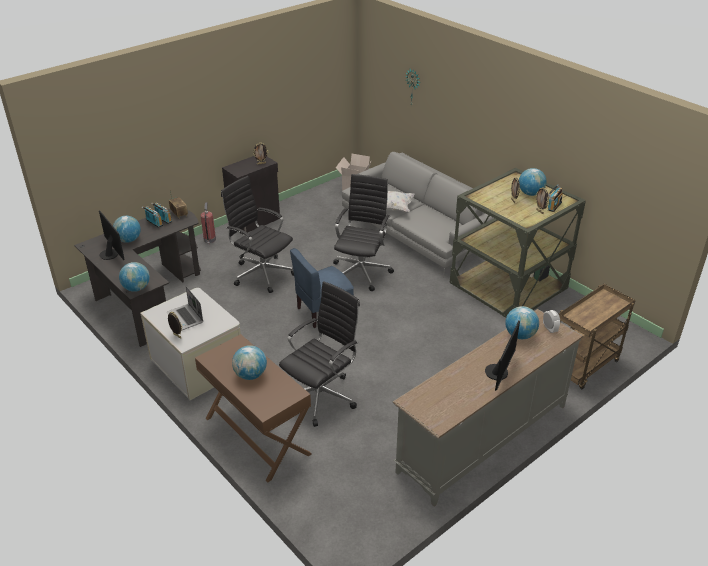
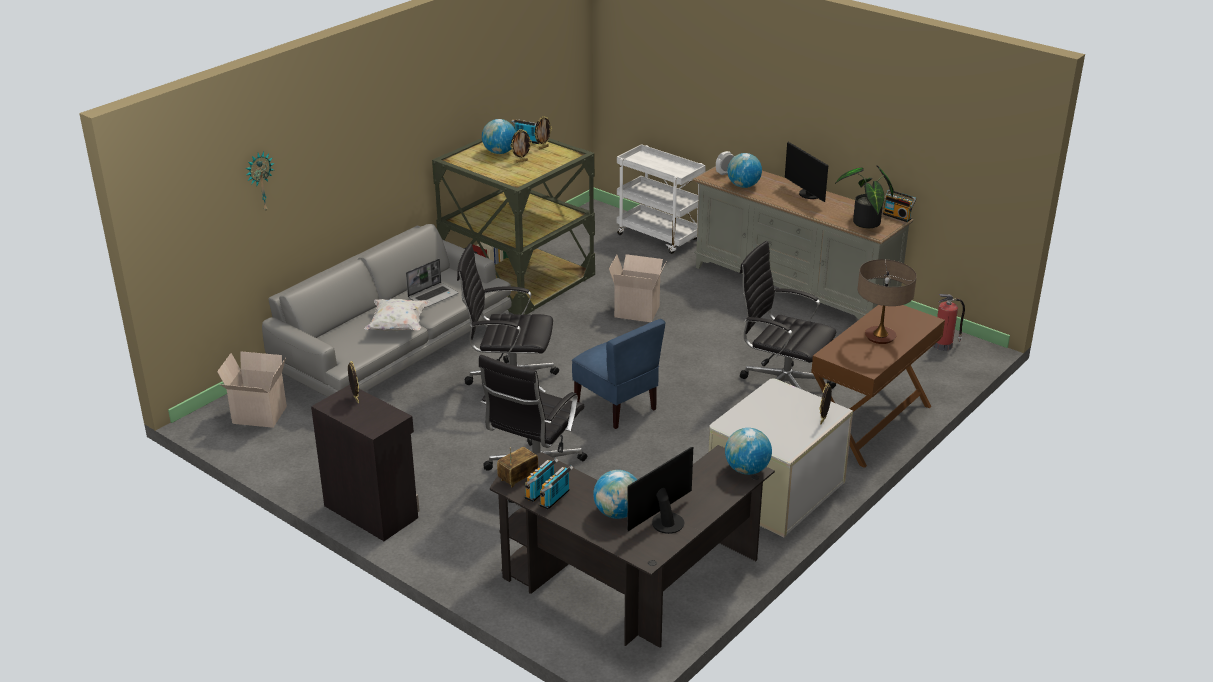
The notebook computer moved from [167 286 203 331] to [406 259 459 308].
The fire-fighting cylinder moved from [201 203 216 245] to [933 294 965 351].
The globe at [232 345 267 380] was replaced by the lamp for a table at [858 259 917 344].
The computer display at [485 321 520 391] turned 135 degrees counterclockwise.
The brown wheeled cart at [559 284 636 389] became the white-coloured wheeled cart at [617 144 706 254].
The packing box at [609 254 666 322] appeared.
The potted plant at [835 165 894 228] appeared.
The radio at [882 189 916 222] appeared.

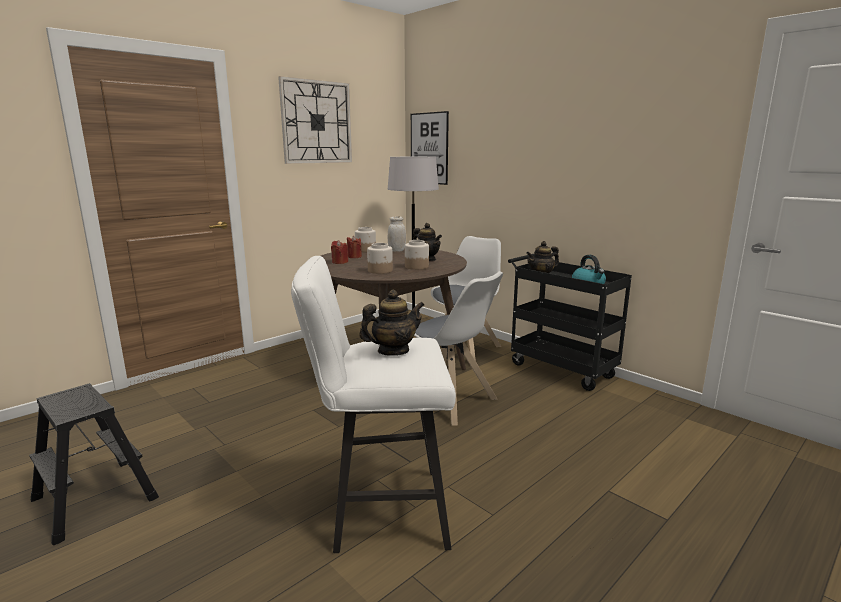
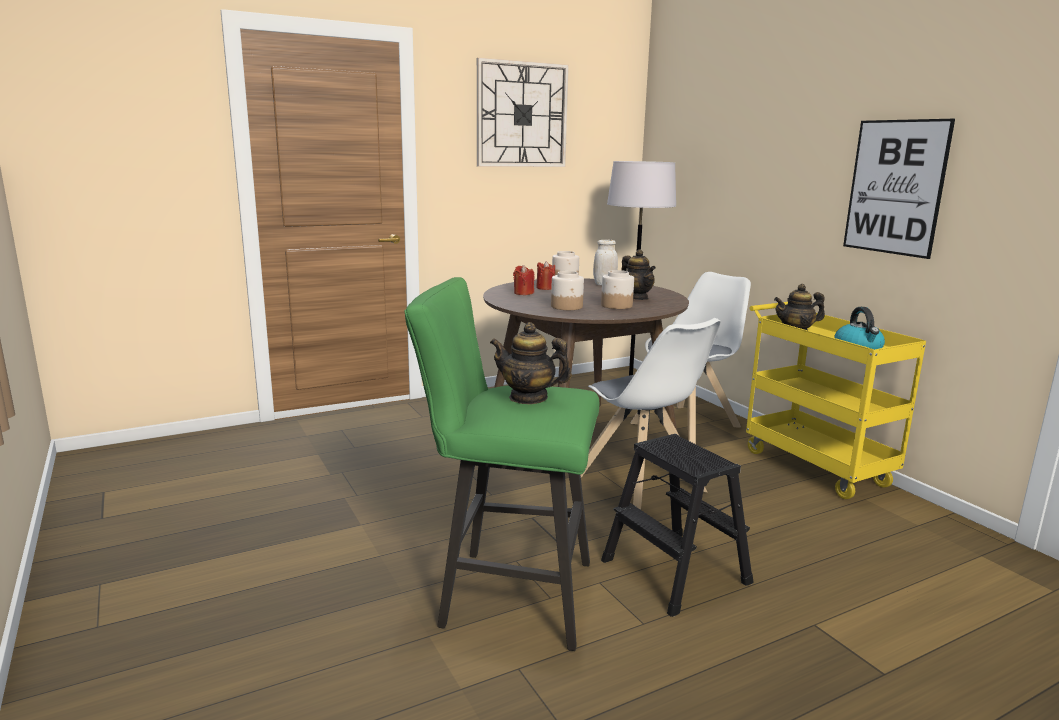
The blackish stepladder moved from [29 383 159 545] to [601 434 754 617].
The white-coloured sitting stool at [291 256 456 553] became the greenish sitting stool at [404 277 599 651].
The teapot at [359 290 424 356] turned 150 degrees counterclockwise.
The picture moved from [411 111 449 185] to [843 119 955 259].
The blackish wheeled cart at [508 254 632 391] became the yellowish wheeled cart at [746 302 926 499].

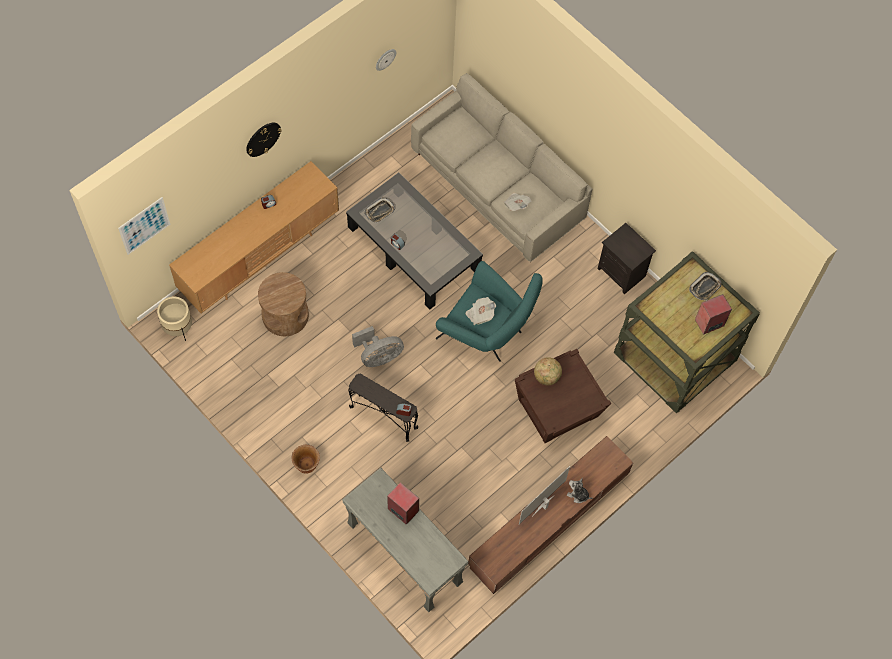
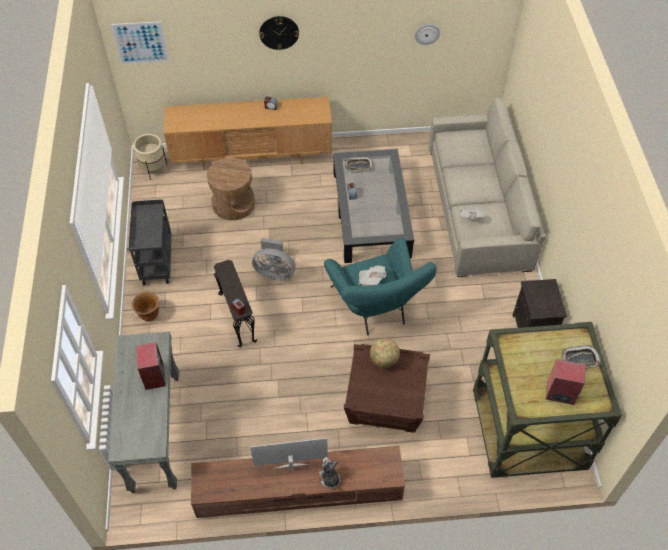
The grey wheeled cart at [127 200 172 285] appeared.

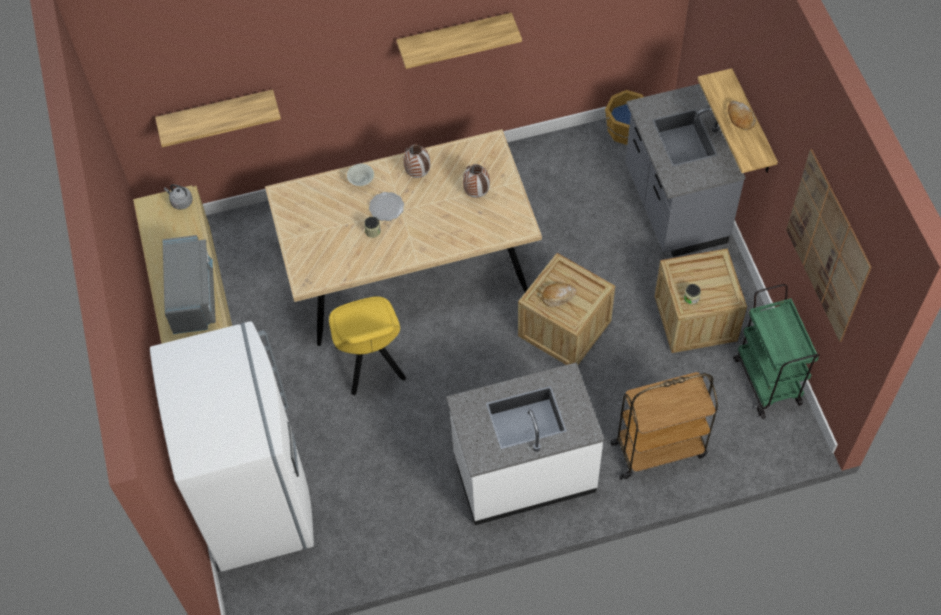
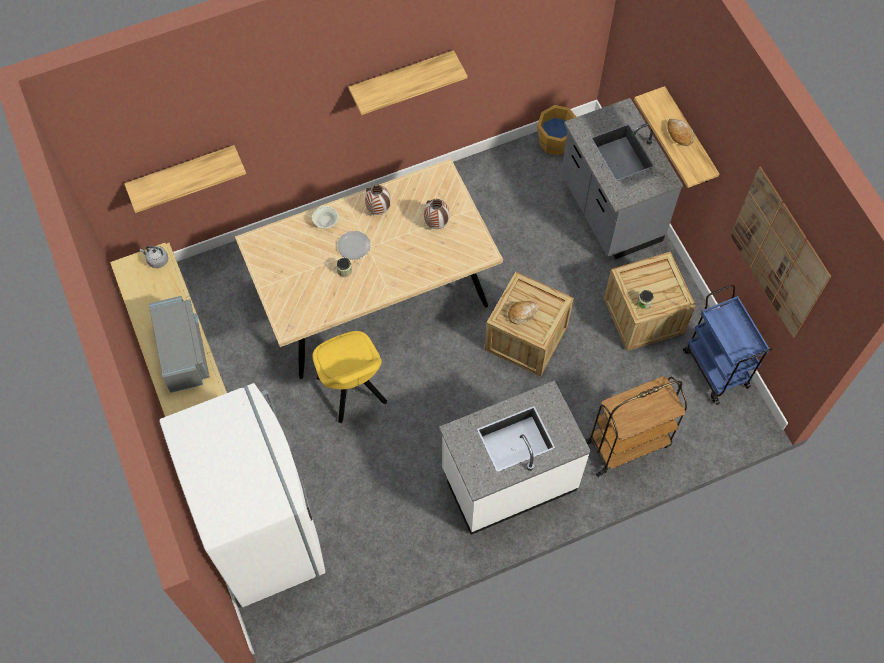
The greenish wheeled cart at [733 284 819 419] became the bluish wheeled cart at [683 285 773 405].

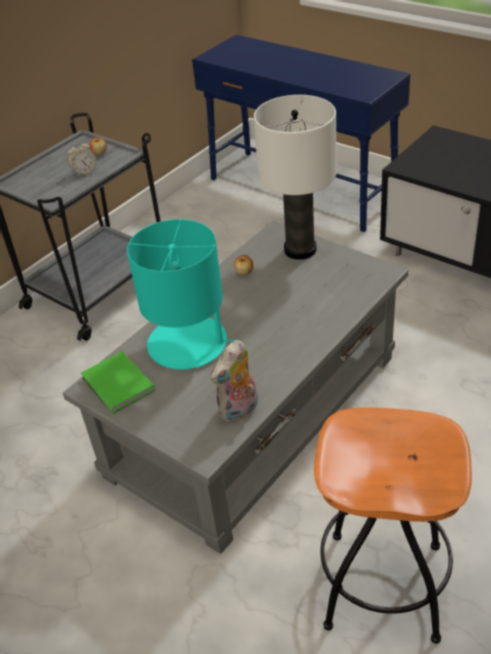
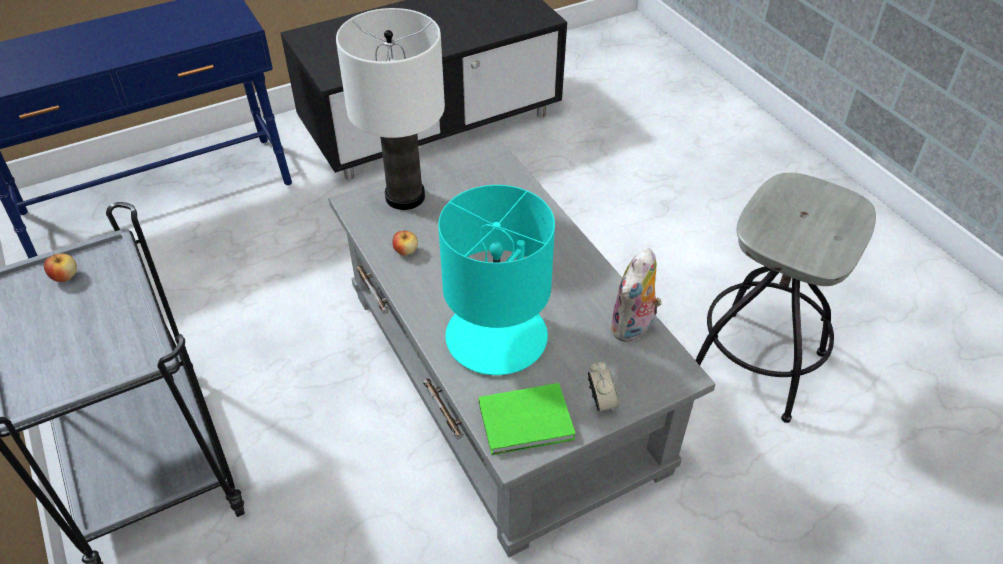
The table clock moved from [67 140 96 177] to [588 361 619 412].
The plush toy at [211 340 258 423] turned 60 degrees clockwise.
The orange sitting stool at [314 407 472 644] became the grey sitting stool at [695 173 876 423].

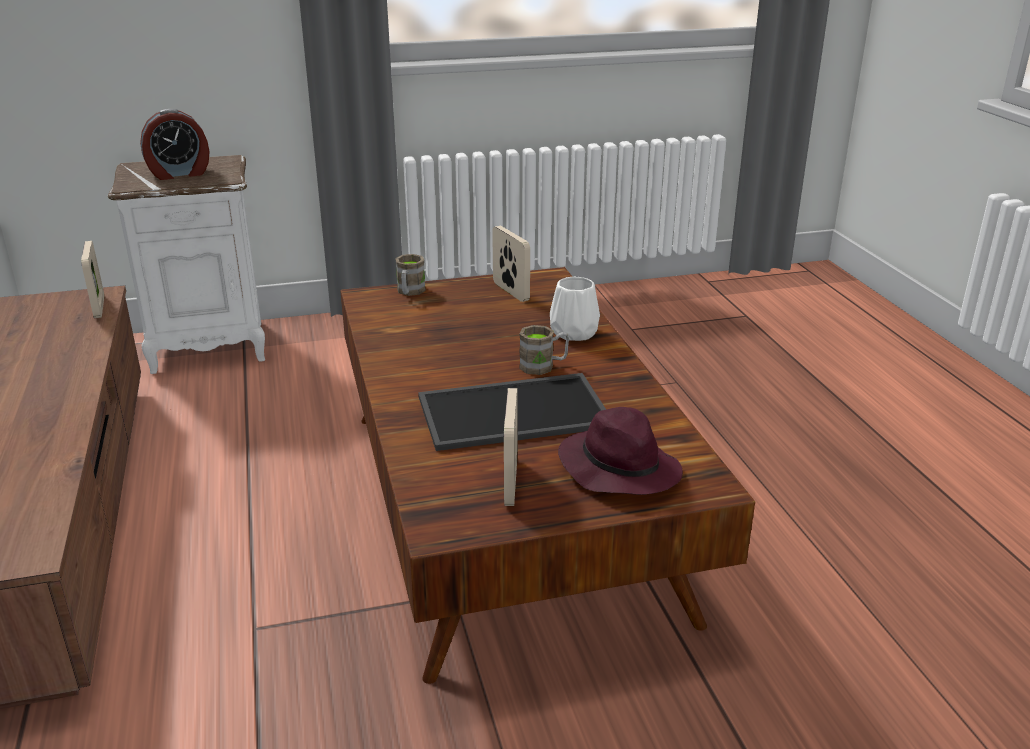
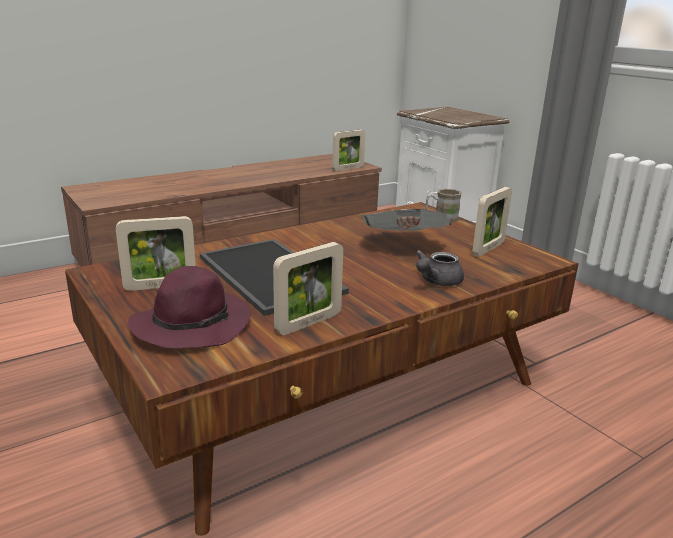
The table clock at [140 109 210 180] disappeared.
The brown mug at [519 325 569 375] disappeared.
The white-coloured vase at [550 277 600 341] was replaced by the grey teapot at [415 250 464 286].
The standing frame at [273 242 343 335] appeared.
The daily paper at [360 209 452 231] appeared.

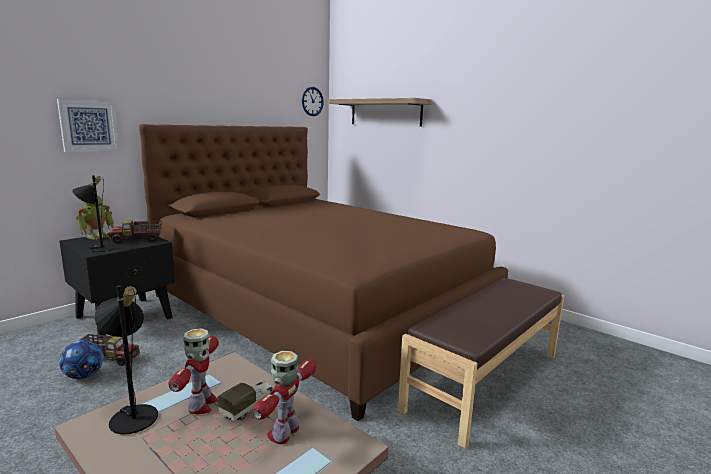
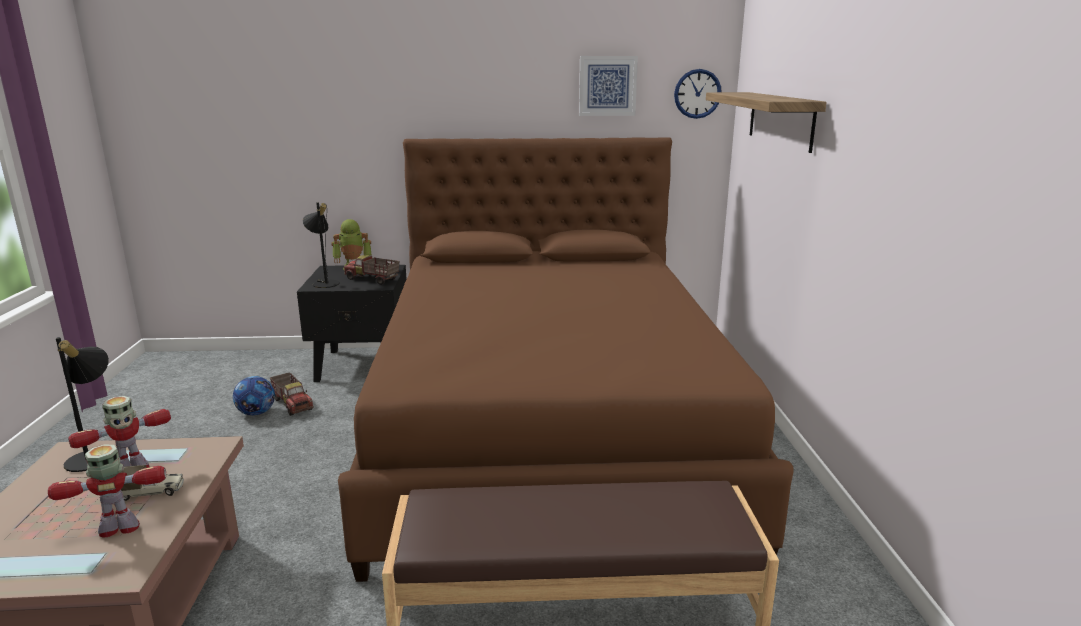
The picture moved from [57 99 119 152] to [579 56 638 116].

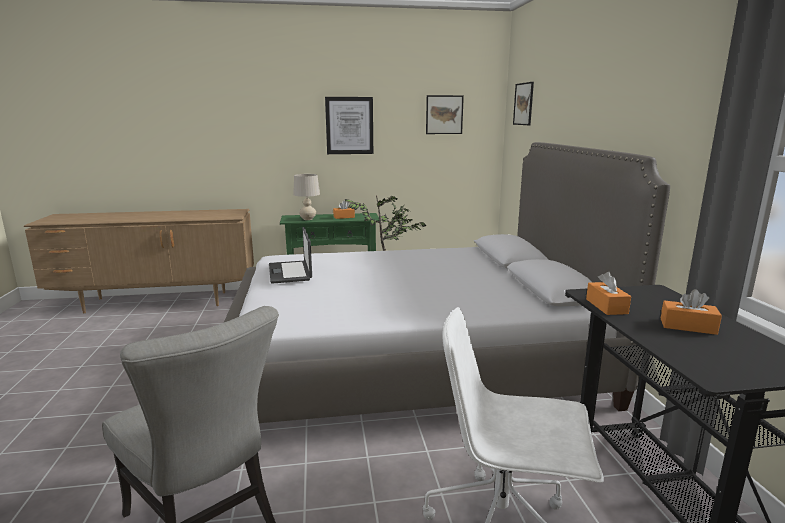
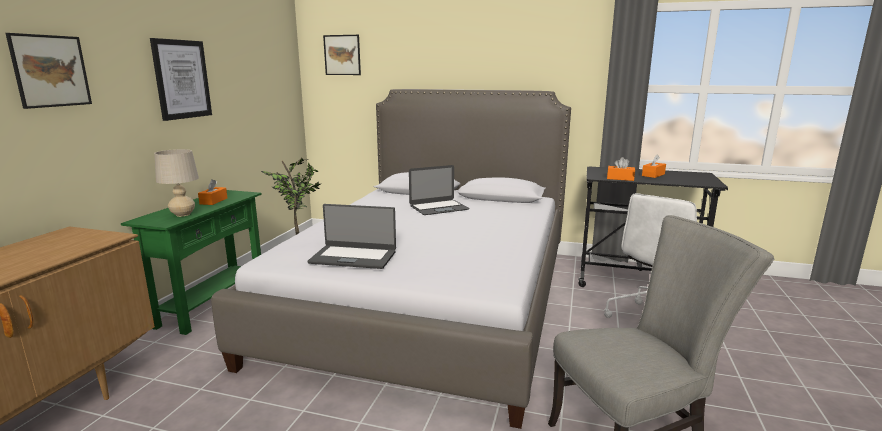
The picture moved from [426 95 464 134] to [5 33 92 109].
The notebook computer at [409 165 470 215] appeared.

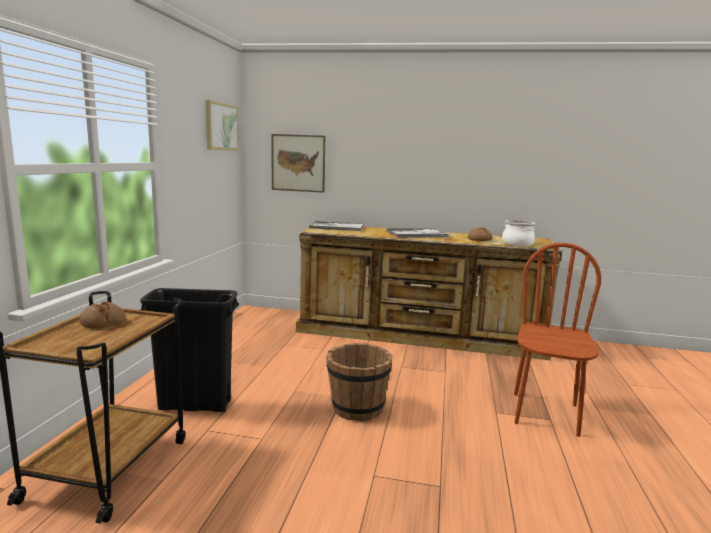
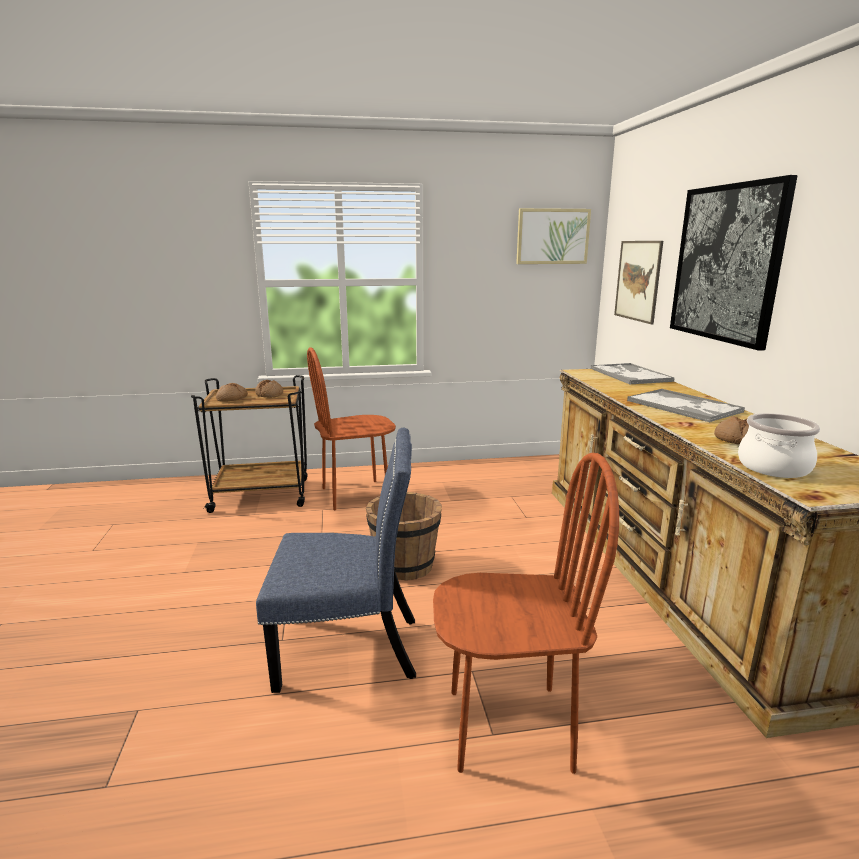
The blackish trash can at [140 288 239 412] was replaced by the brown chair at [307 347 396 510].
The bakery bread at [216 383 248 401] appeared.
The bluish chair at [256 428 416 693] appeared.
The picture at [670 175 798 351] appeared.

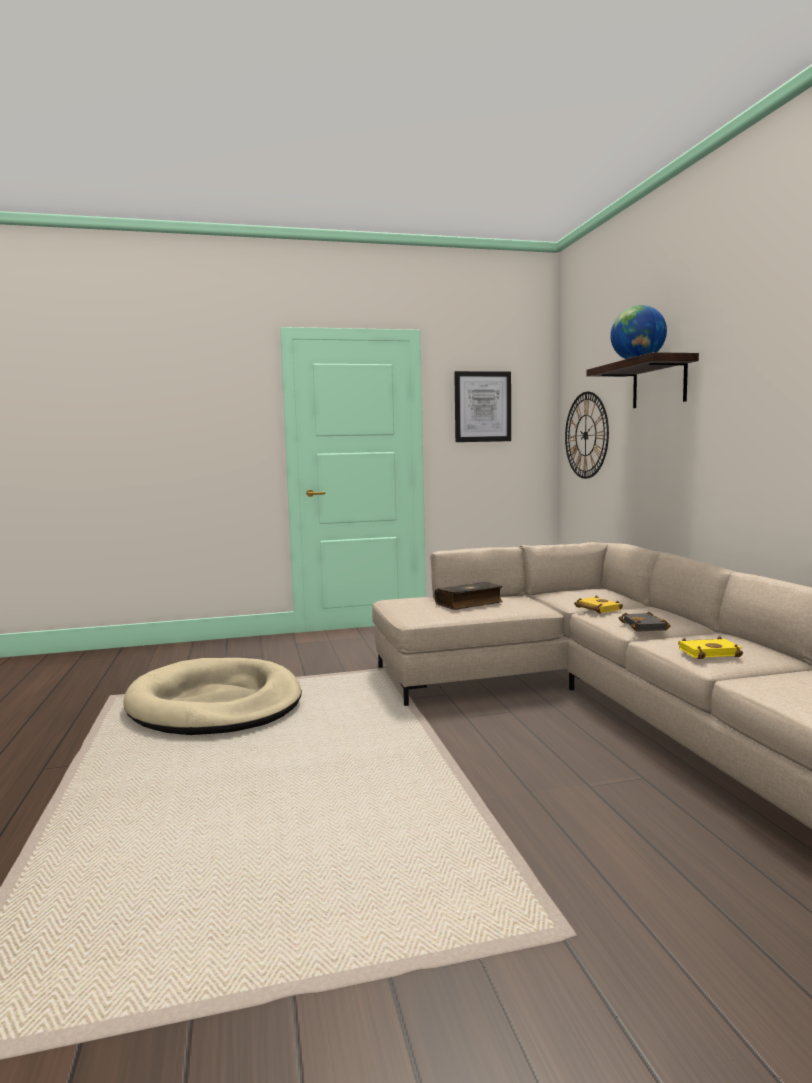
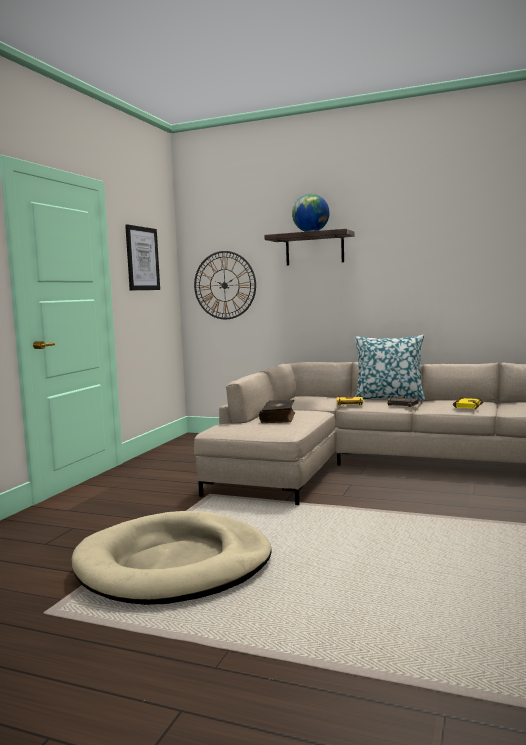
The cushion at [355 335 425 401] appeared.

